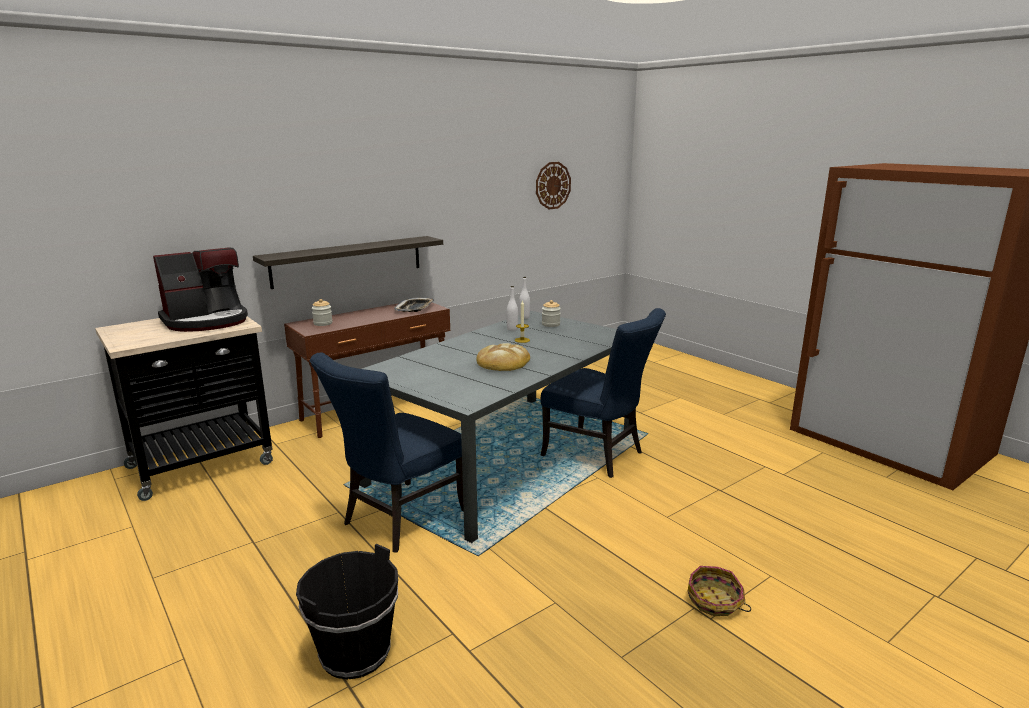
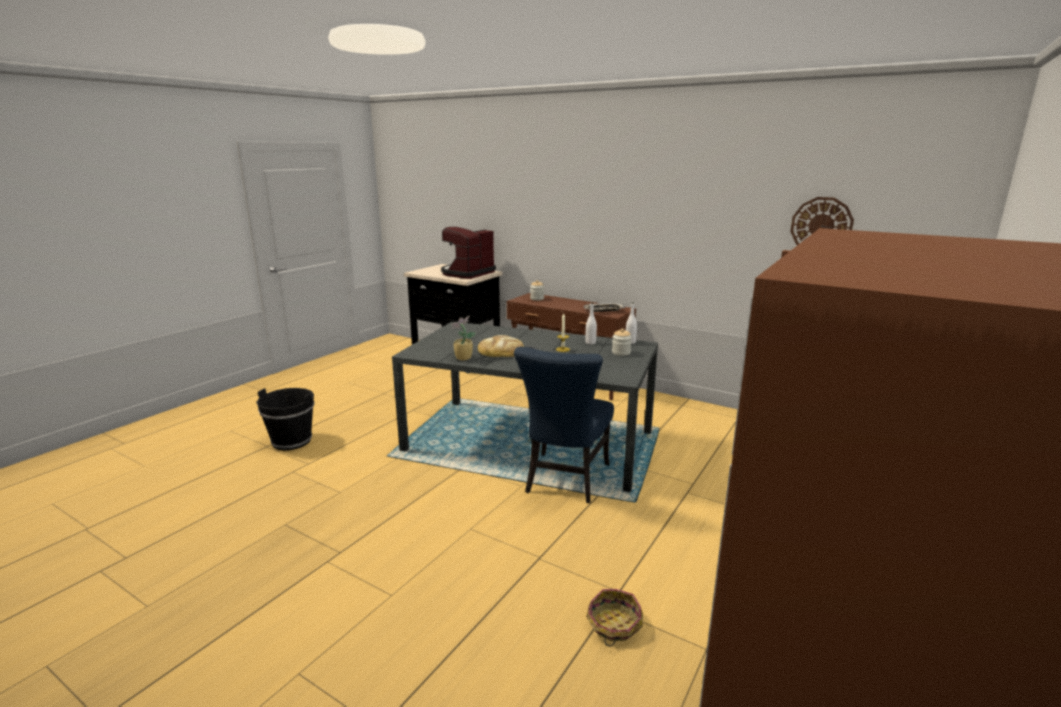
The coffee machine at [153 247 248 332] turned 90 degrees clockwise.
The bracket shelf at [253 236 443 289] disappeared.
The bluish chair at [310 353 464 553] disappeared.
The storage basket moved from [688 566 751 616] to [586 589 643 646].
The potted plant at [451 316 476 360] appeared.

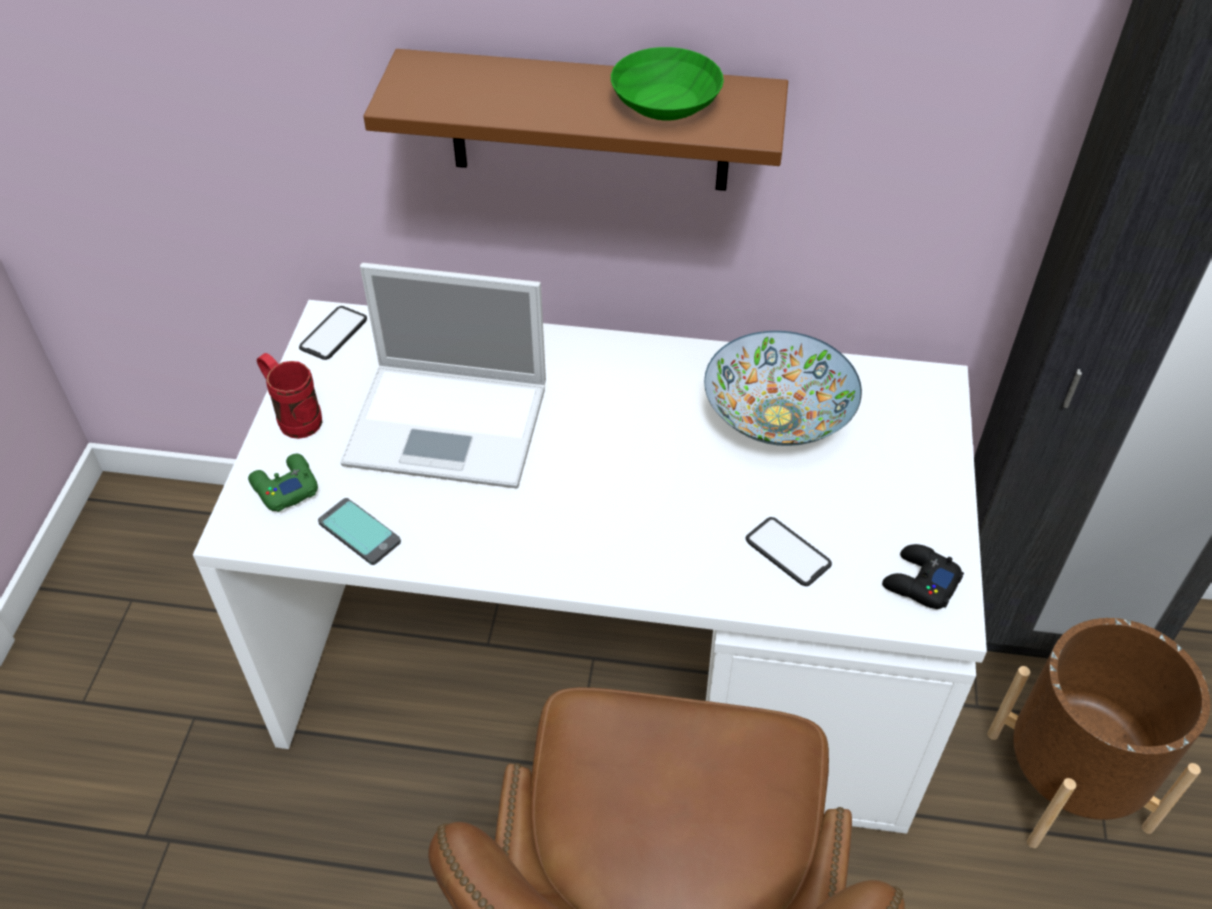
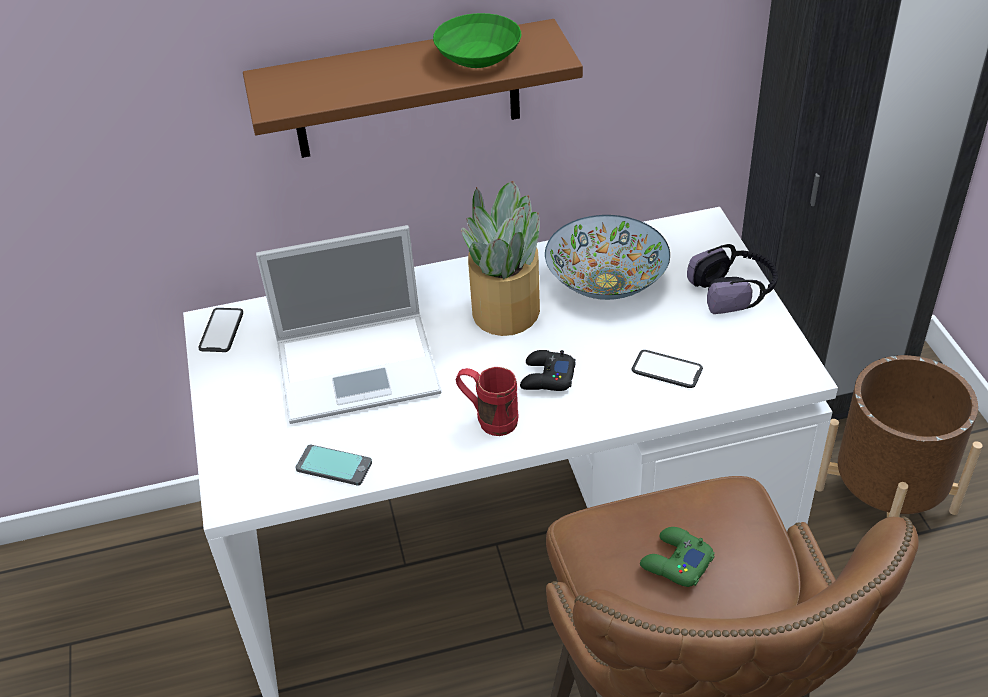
The greenish game controller moved from [248 454 318 512] to [640 527 715 587].
The red-coloured mug moved from [257 353 322 439] to [455 367 518 436].
The blackish game controller moved from [882 544 964 609] to [520 350 576 391].
The potted plant at [461 181 540 336] appeared.
The headset at [687 244 778 314] appeared.

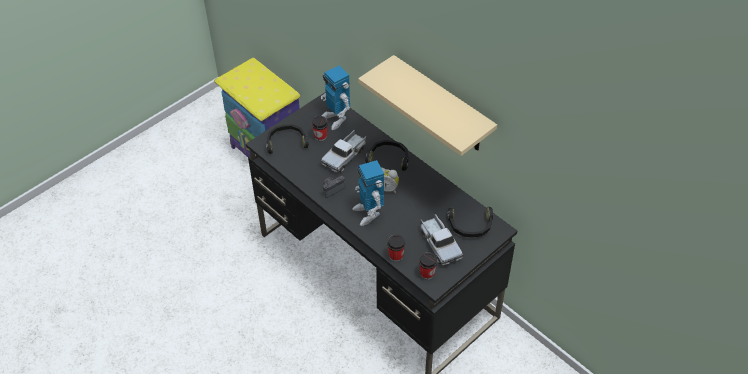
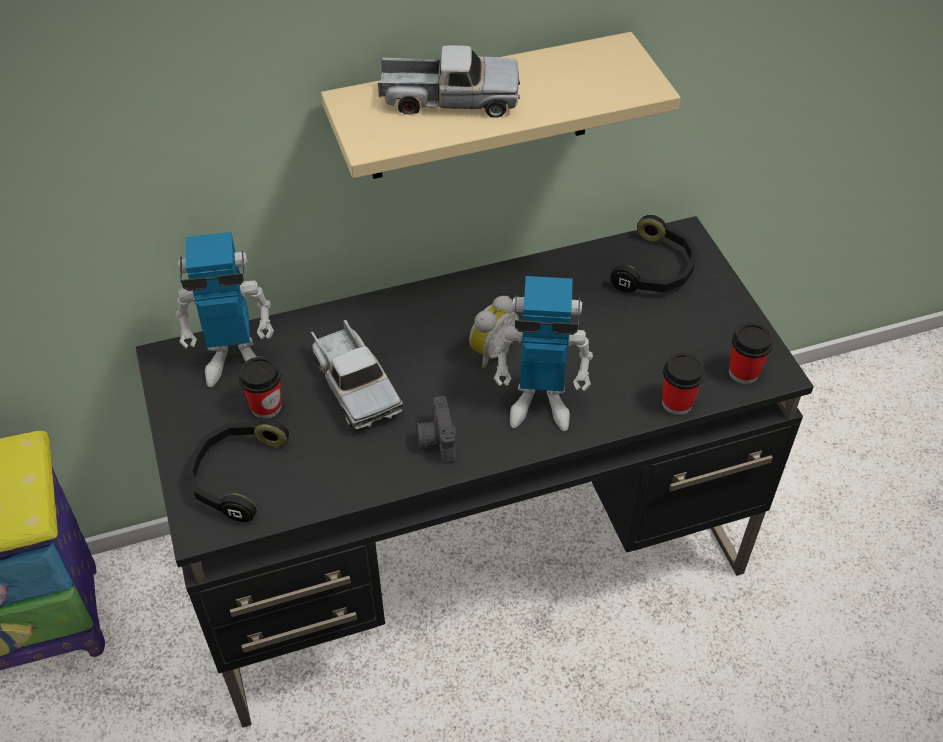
The blackish headset at [365 140 409 171] disappeared.
The model truck moved from [420 214 464 265] to [378 45 520 118].

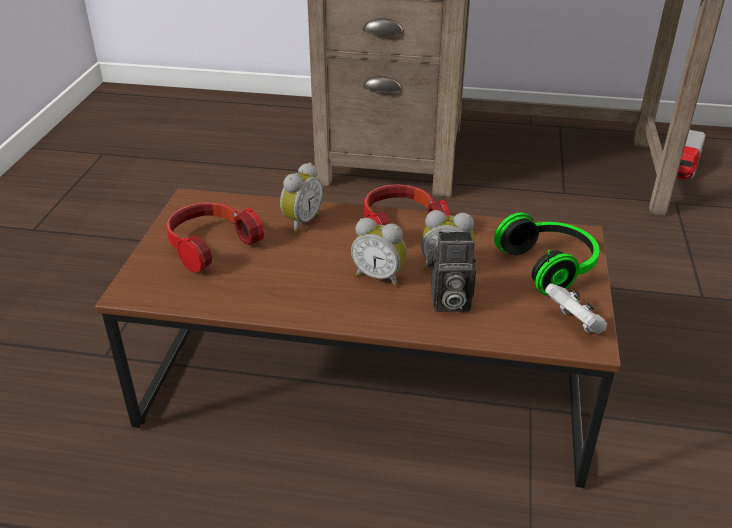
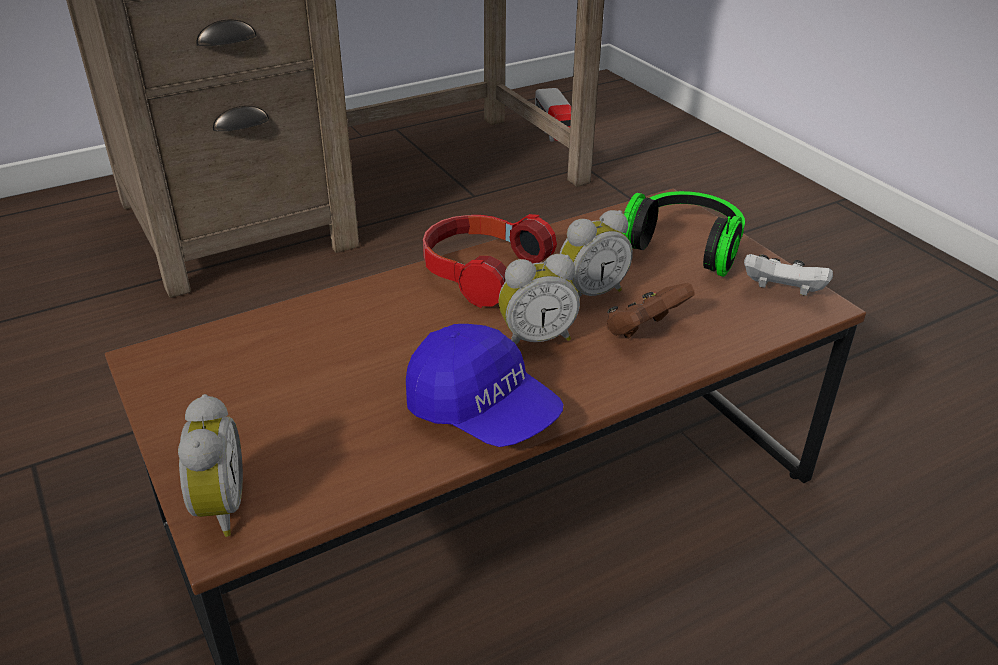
The headset at [166 203 264 272] disappeared.
The table clock moved from [280 163 323 233] to [178 394 243 537].
The photo camera at [426 232 476 312] was replaced by the brown game controller at [607 283 694 338].
The bluish baseball cap at [406 324 563 447] appeared.

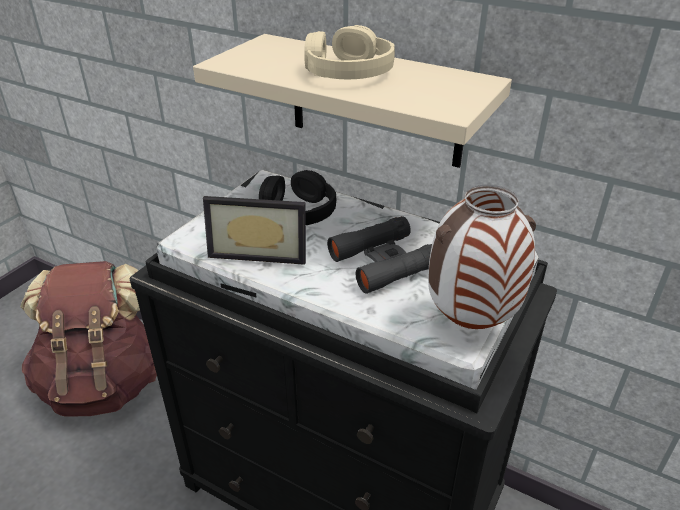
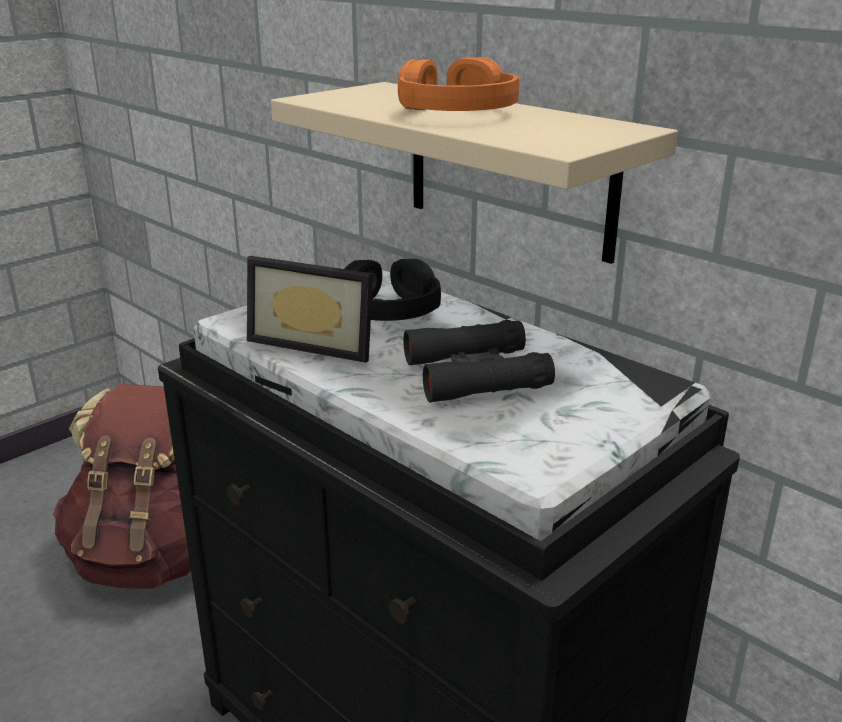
The beige headset at [304 25 395 79] became the orange headset at [398 57 519 111].
The vase at [428 185 536 329] disappeared.

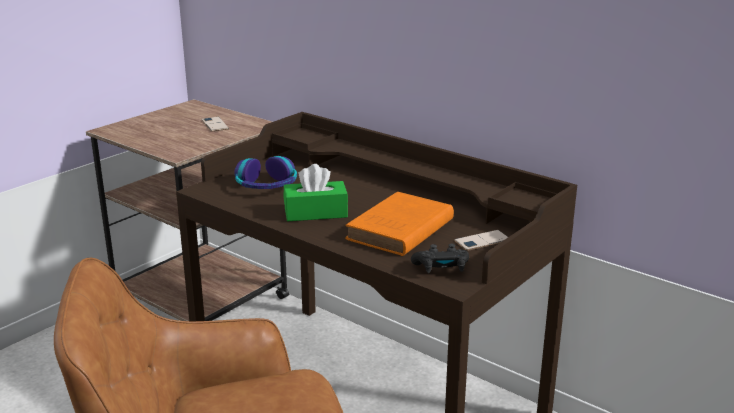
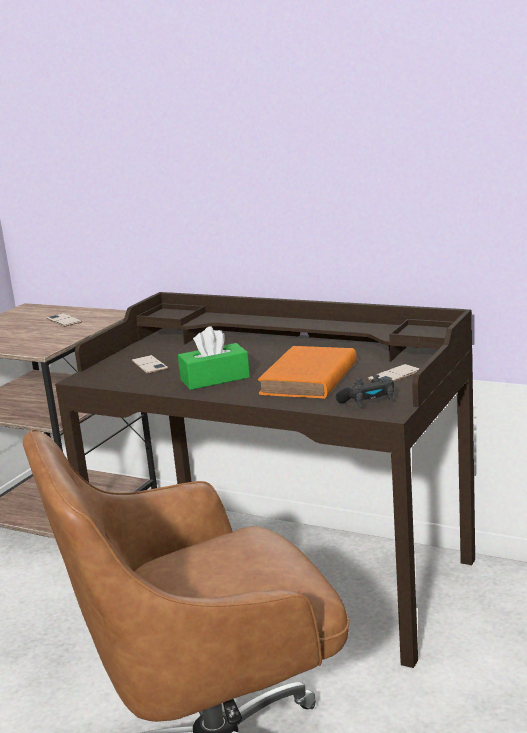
The headset at [234 156 297 189] was replaced by the phone at [132 355 168 374].

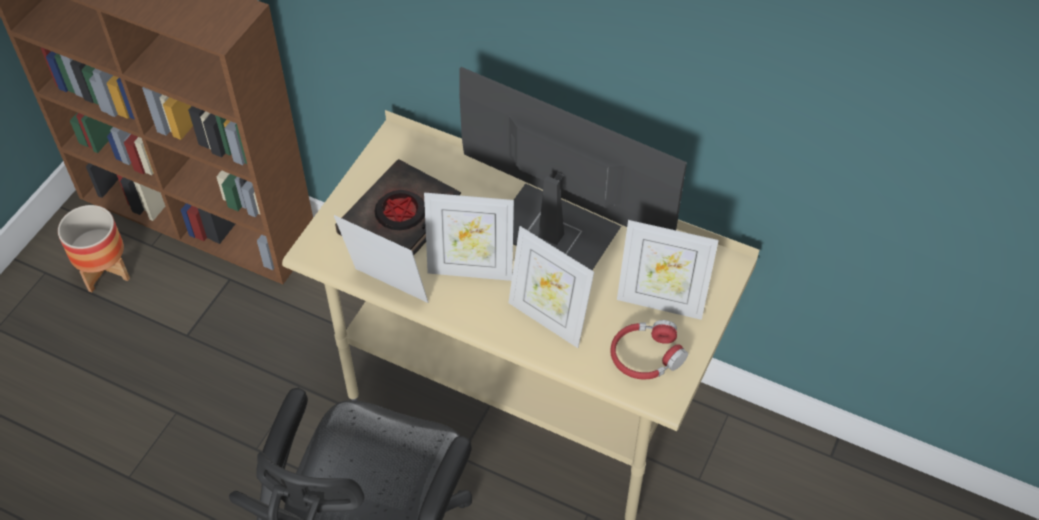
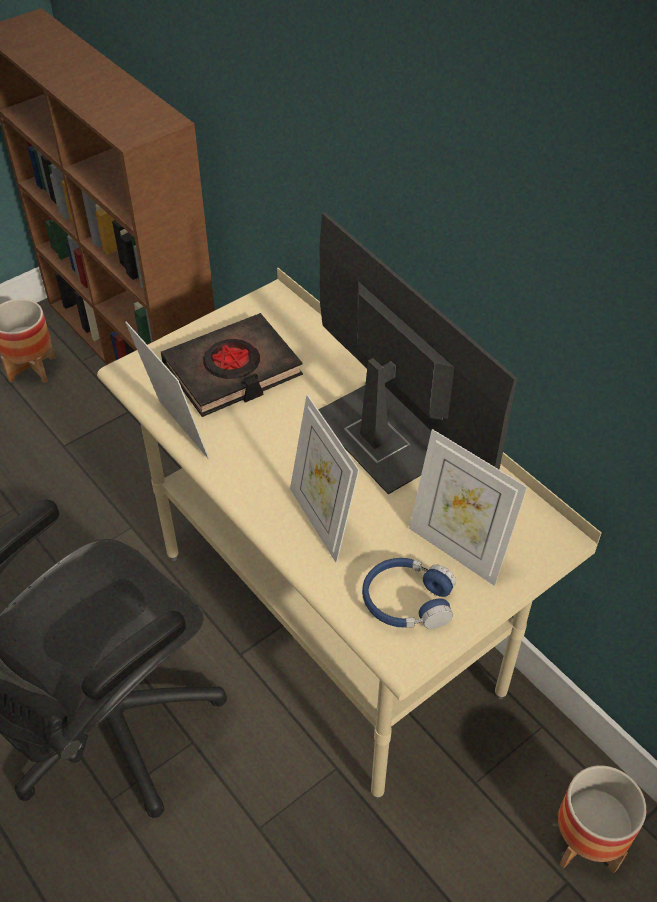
The standing frame at [424 192 514 281] disappeared.
The red-coloured headset at [610 320 688 380] became the bluish headset at [362 558 456 629].
The planter at [556 765 646 873] appeared.

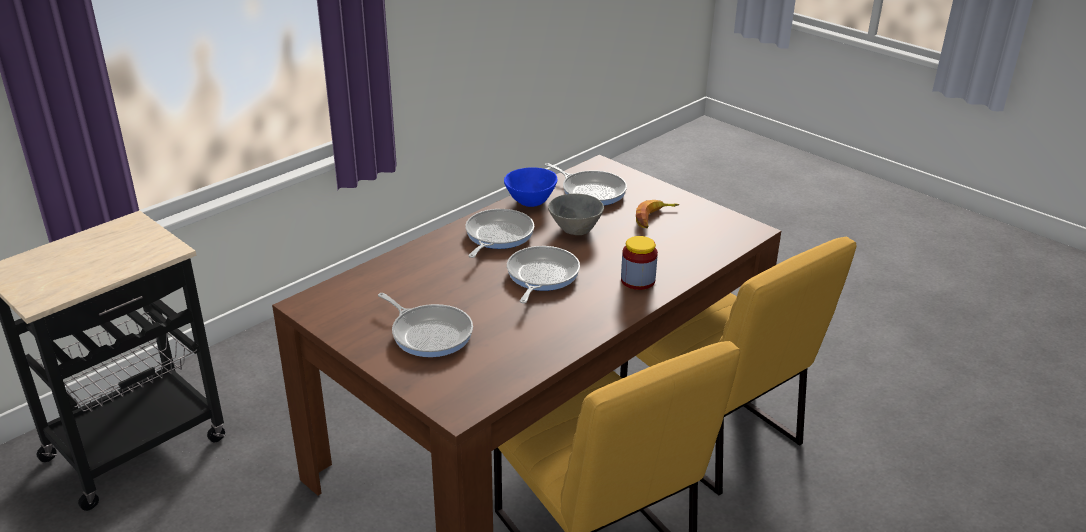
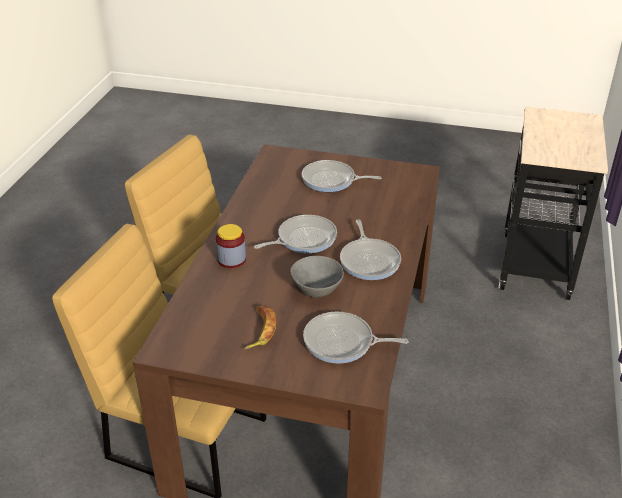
The bluish deep dish at [504 167 557 207] disappeared.
The skillet at [507 246 580 303] turned 105 degrees counterclockwise.

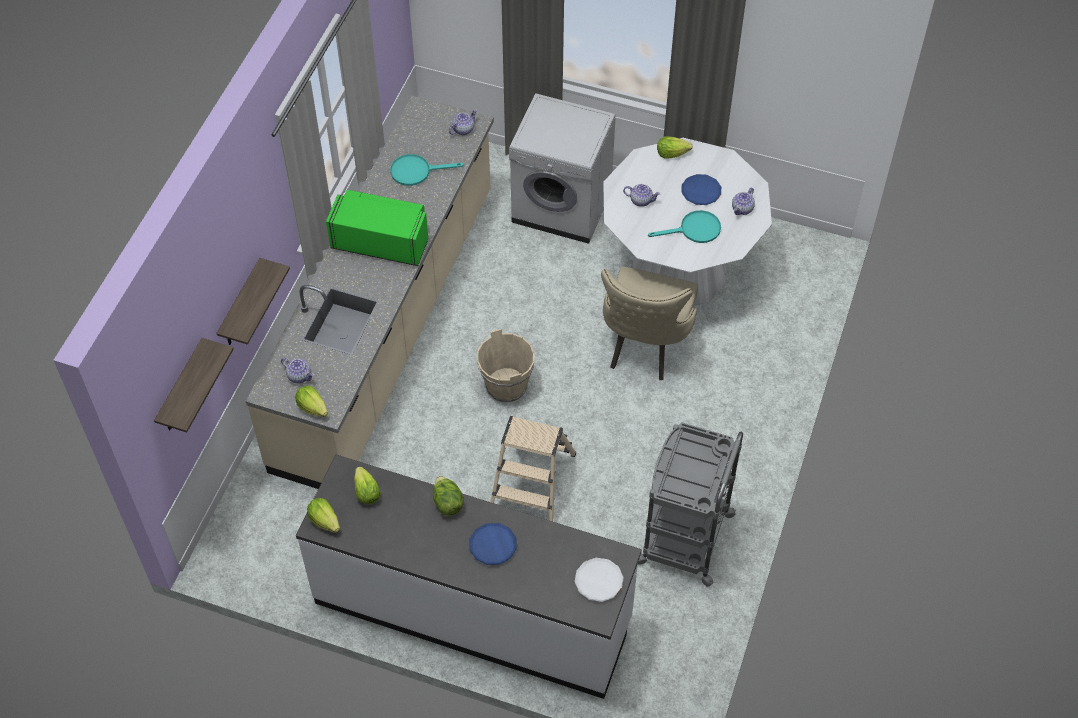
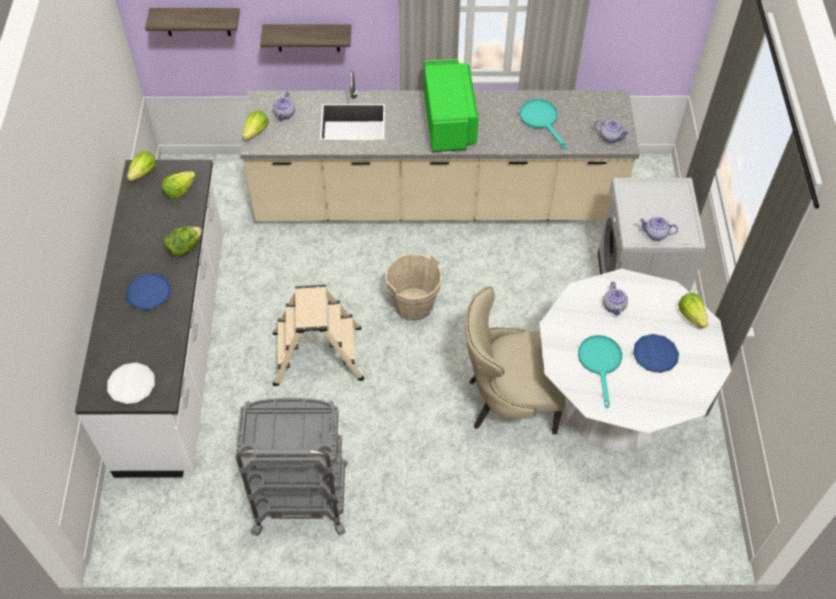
The blue-green skillet at [648 210 721 243] turned 150 degrees counterclockwise.
The teapot moved from [732 187 755 215] to [639 217 678 240].

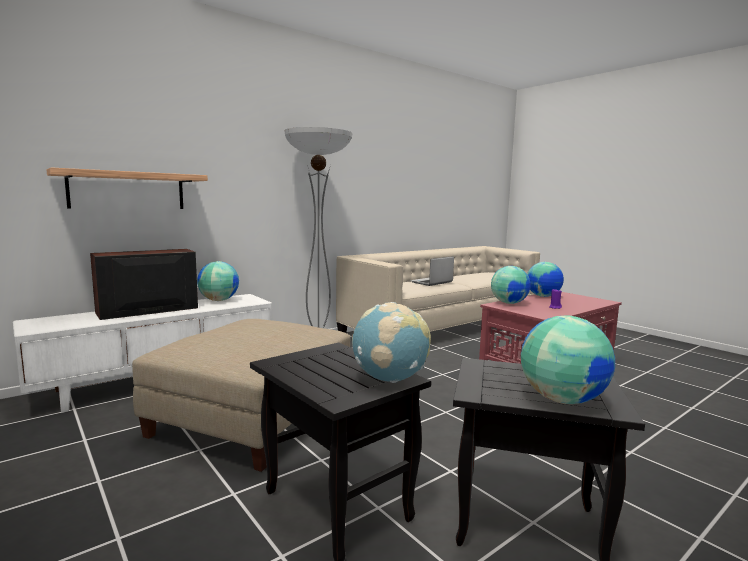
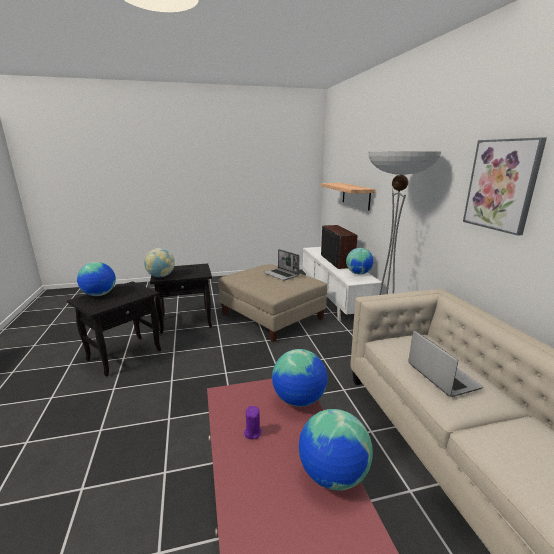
The notebook computer at [263 249 300 280] appeared.
The picture at [463 137 547 236] appeared.

